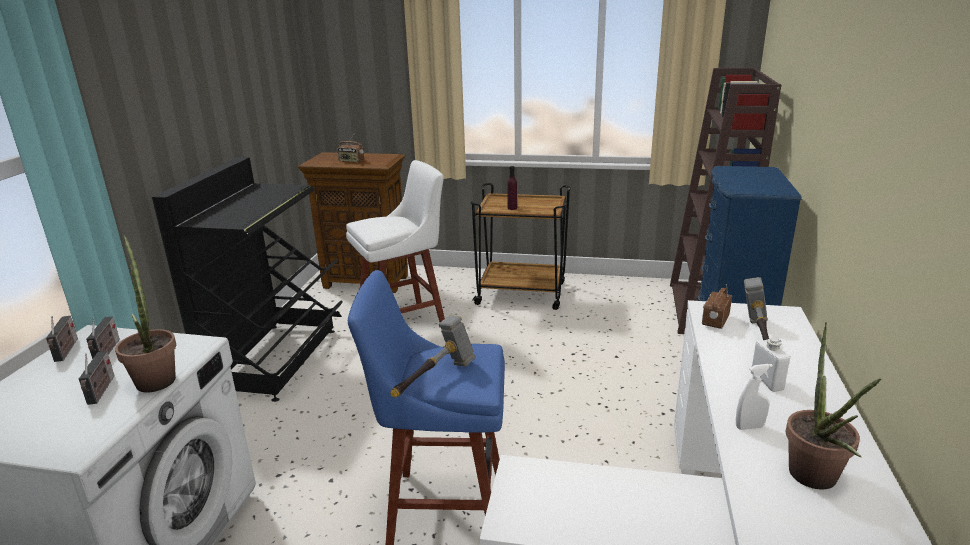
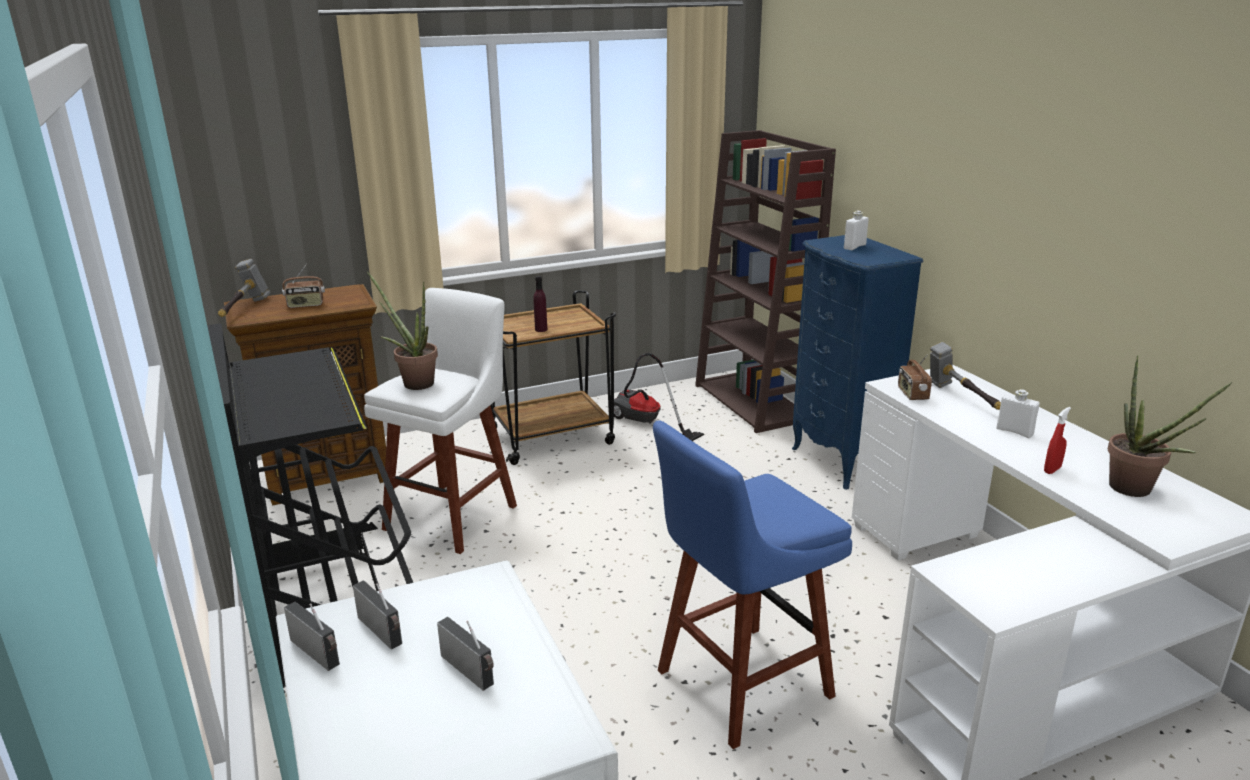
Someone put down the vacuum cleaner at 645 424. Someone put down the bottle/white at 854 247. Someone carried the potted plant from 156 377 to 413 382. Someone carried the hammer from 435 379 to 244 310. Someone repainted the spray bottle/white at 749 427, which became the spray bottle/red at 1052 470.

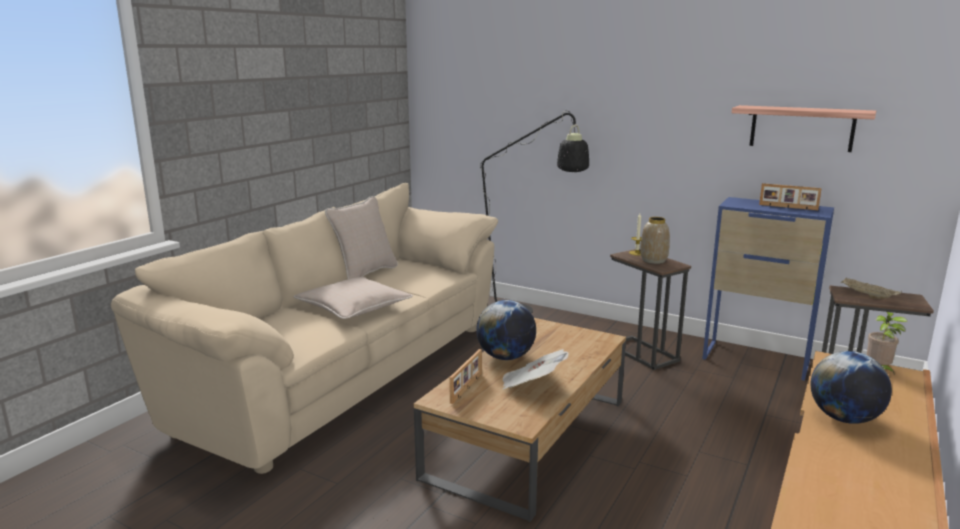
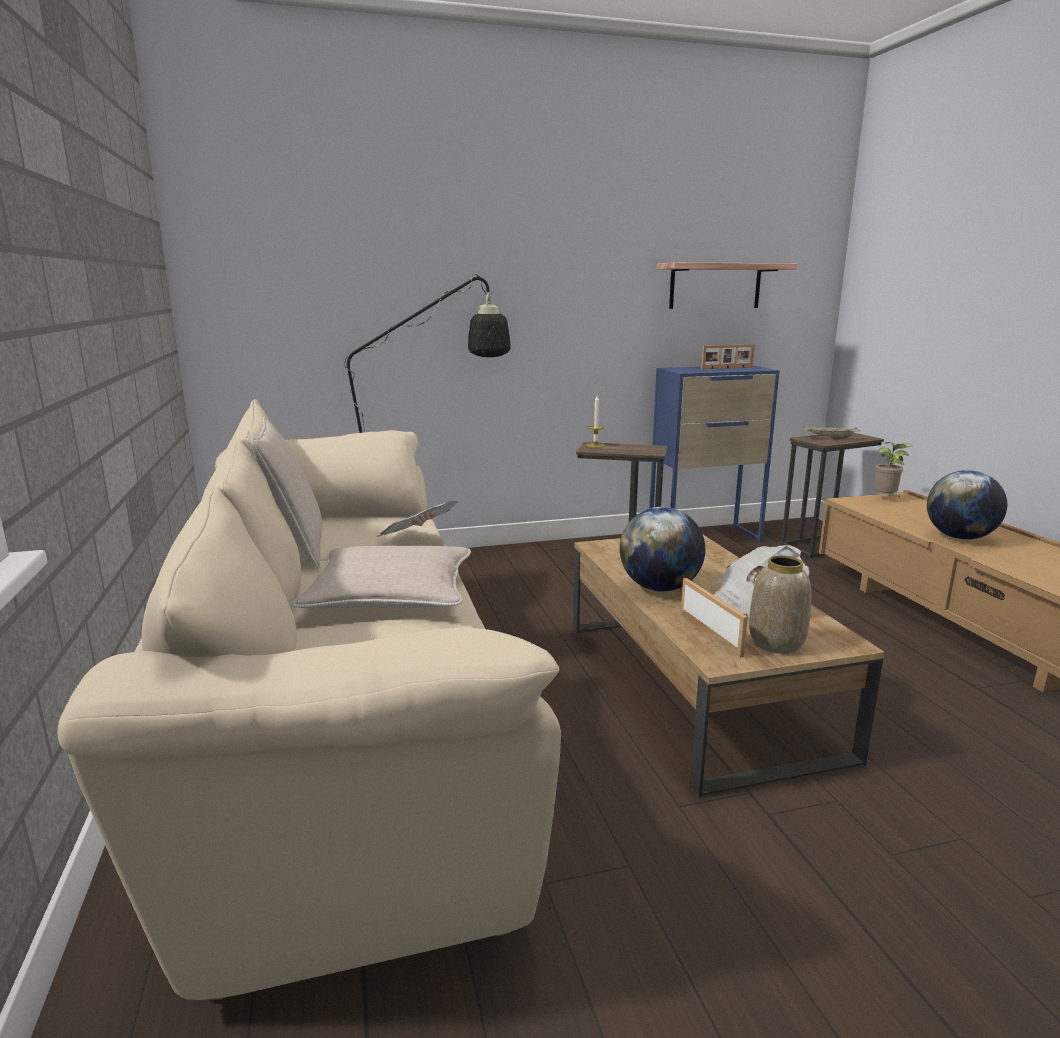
Someone put down the newspaper at 418 540. Someone carried the vase from 653 260 to 776 644.

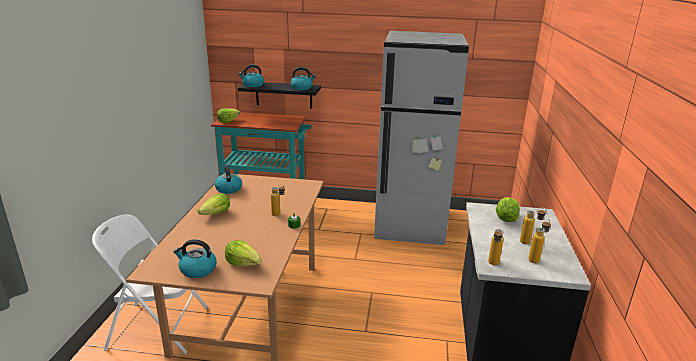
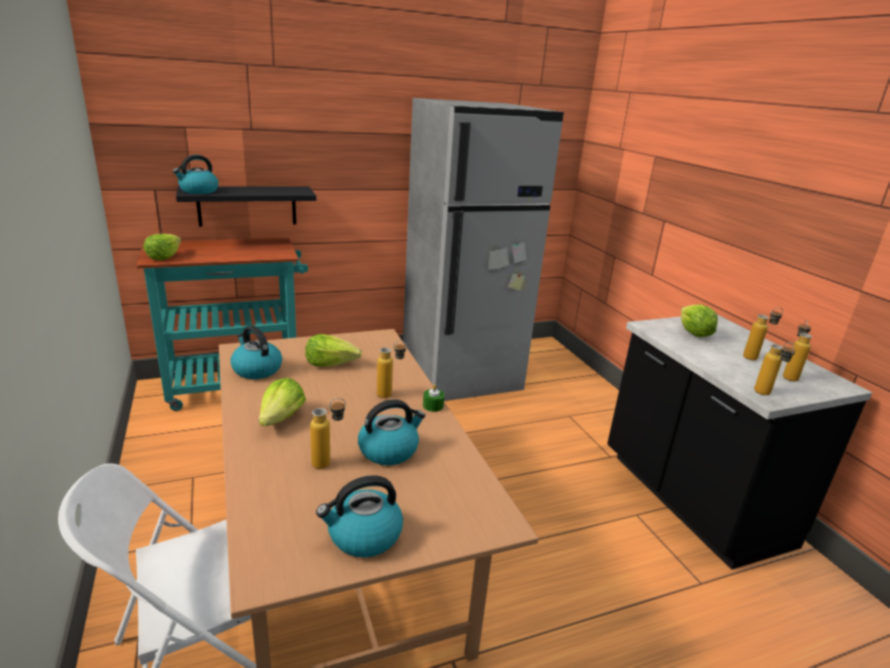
Someone put down the bottle at 329 463. Someone carried the lettuce from 243 263 to 331 363. Someone carried the kettle from 302 88 to 389 450.

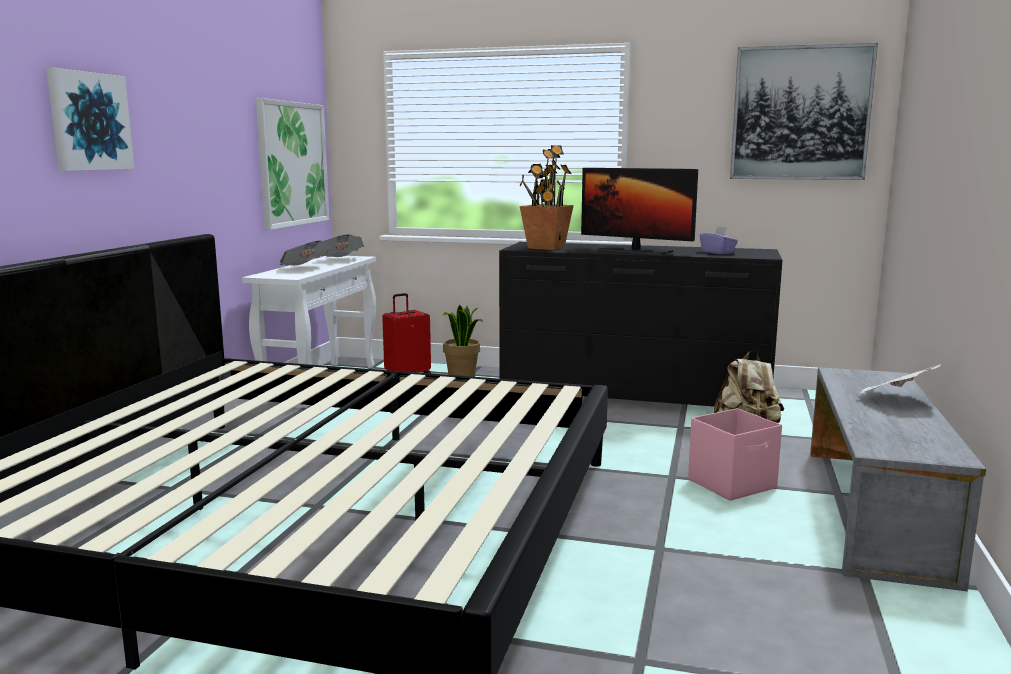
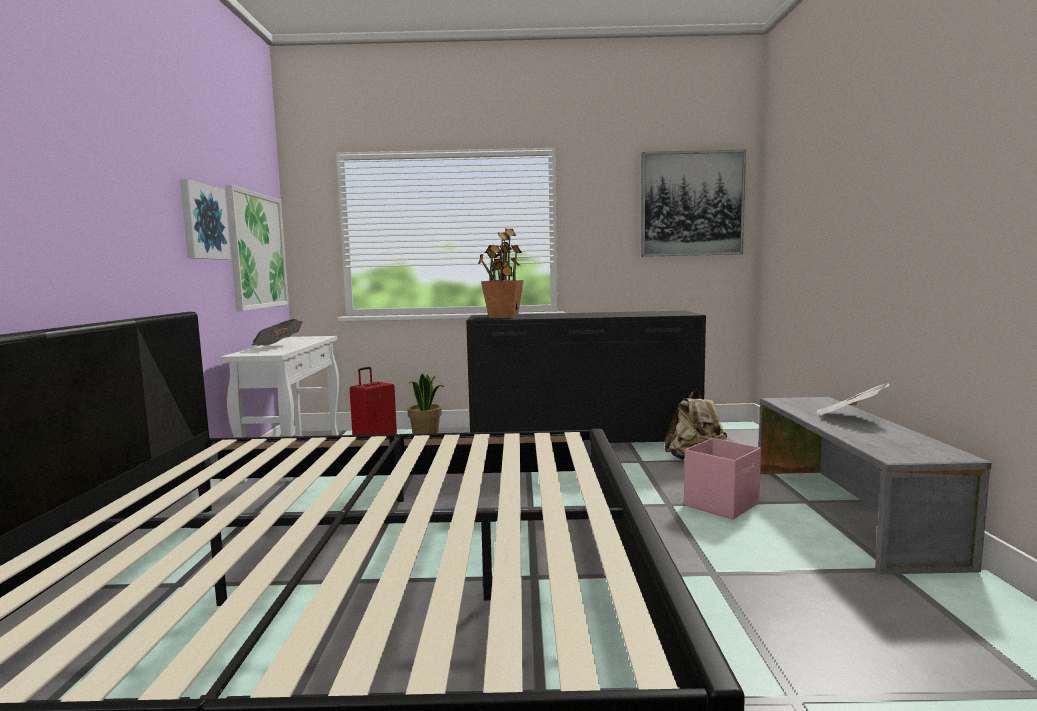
Someone took away the newspaper at 341 259. Someone took away the monitor at 635 251. Someone took away the tissue box/purple at 717 252. Someone carried the picture from 89 121 to 203 222.

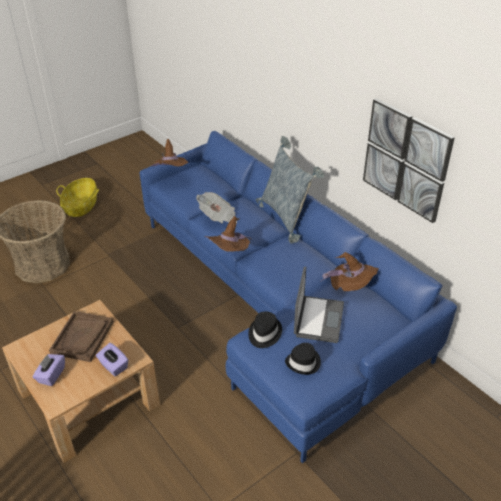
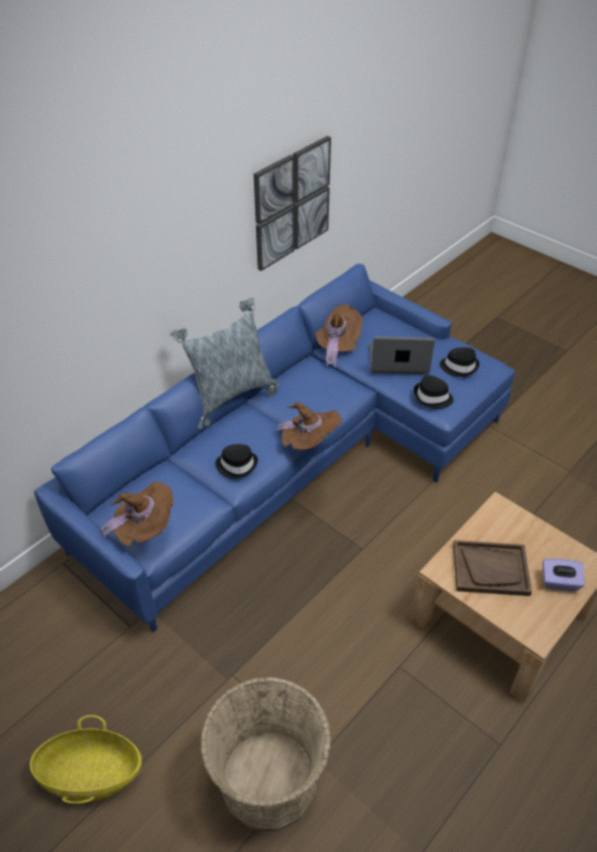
Someone took away the tissue box/purple at 113 366. Someone swapped the newspaper at 218 217 for the hat/black at 237 465.

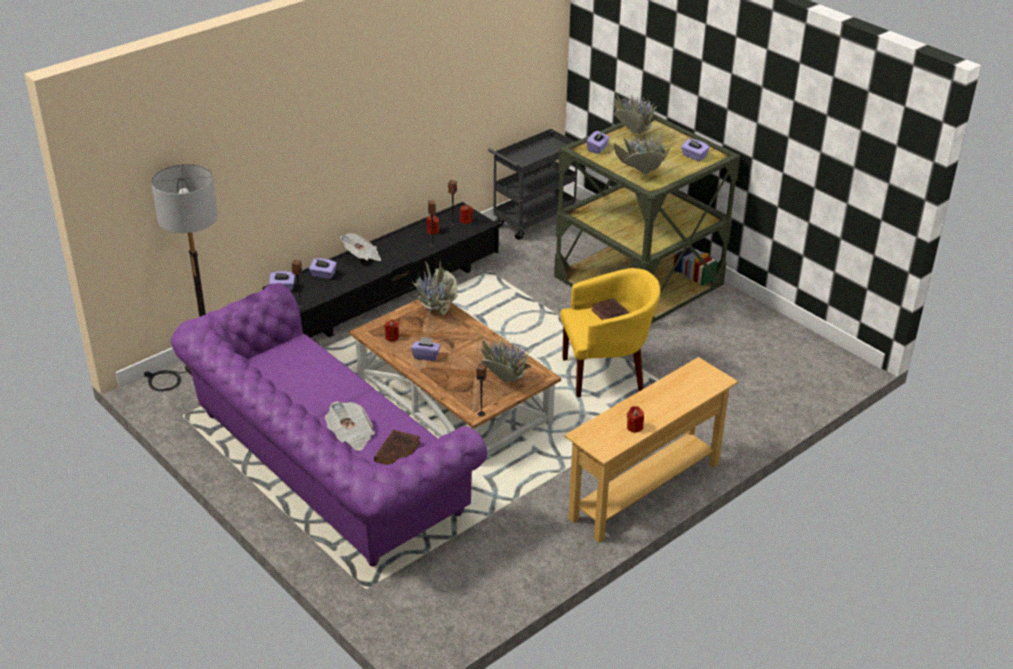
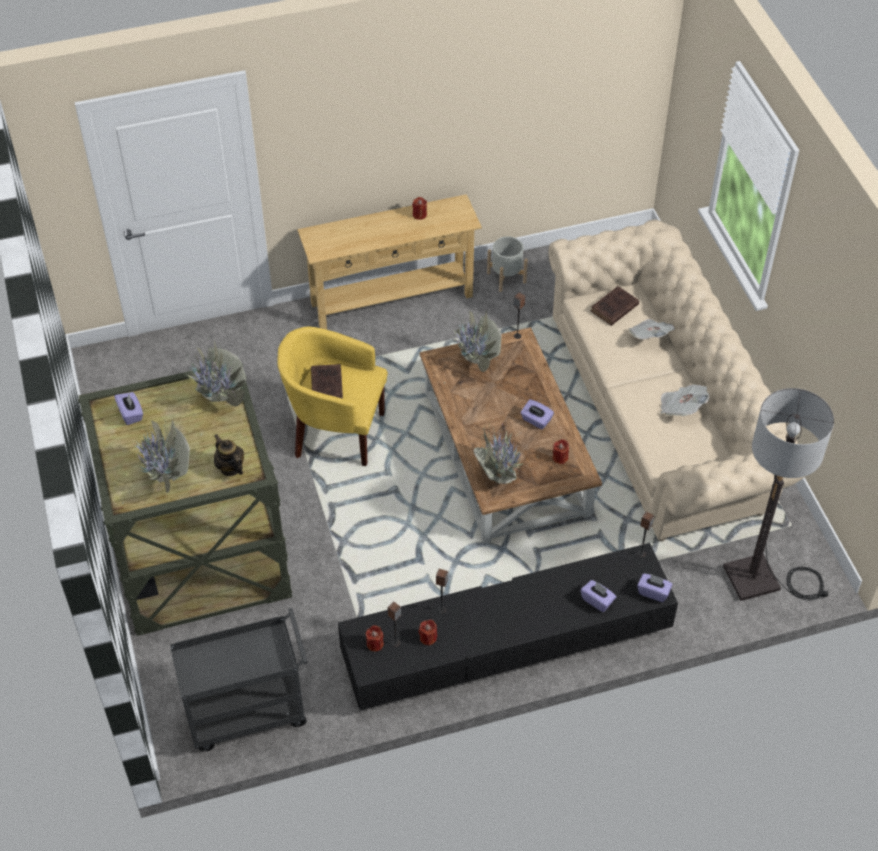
Someone put down the planter/grey at 506 277. Someone carried the newspaper from 362 257 to 681 408. Someone swapped the tissue box/purple at 597 148 for the teapot at 230 468. Someone repainted the sofa/purple at 324 466, which became the sofa/beige at 662 416.

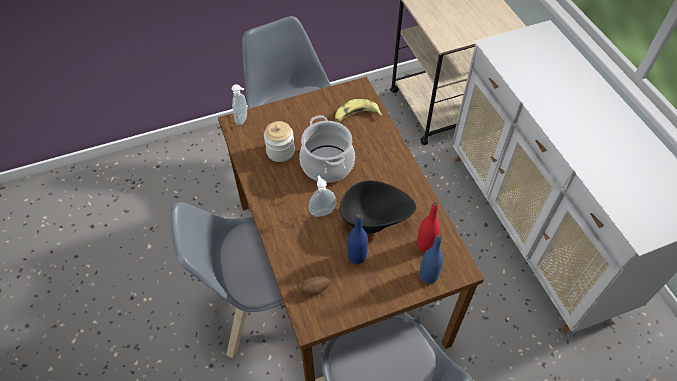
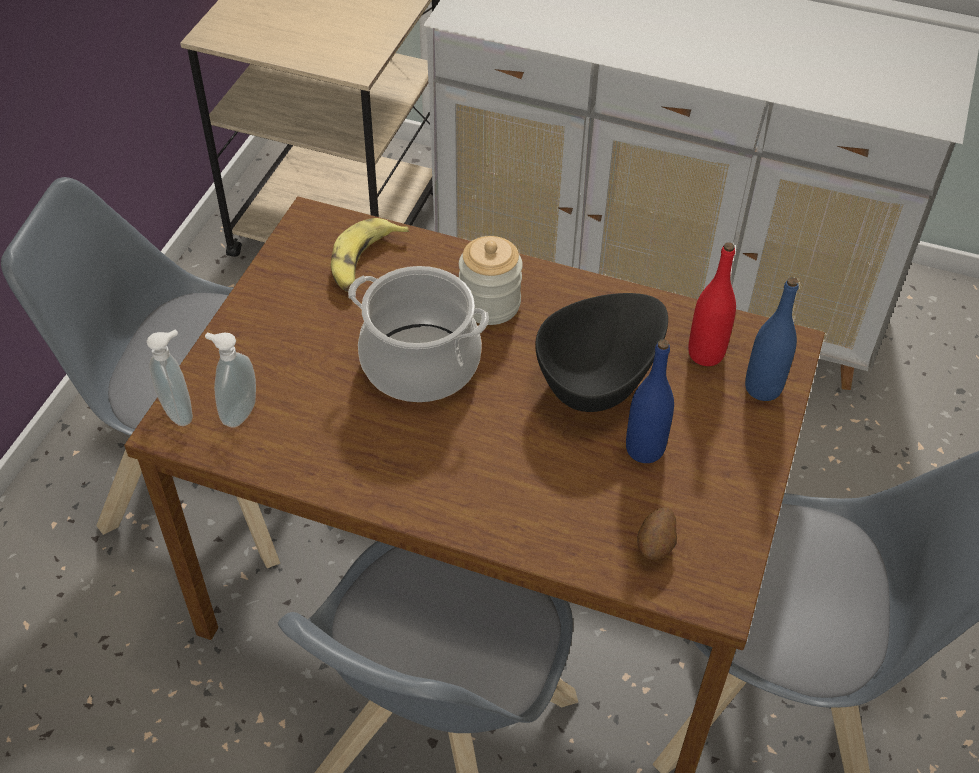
Someone carried the jar from 280 151 to 489 304. Someone carried the soap dispenser from 322 211 to 238 412.

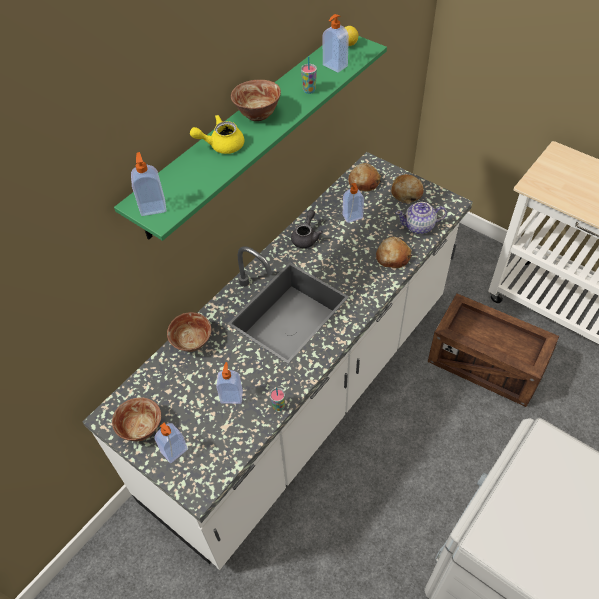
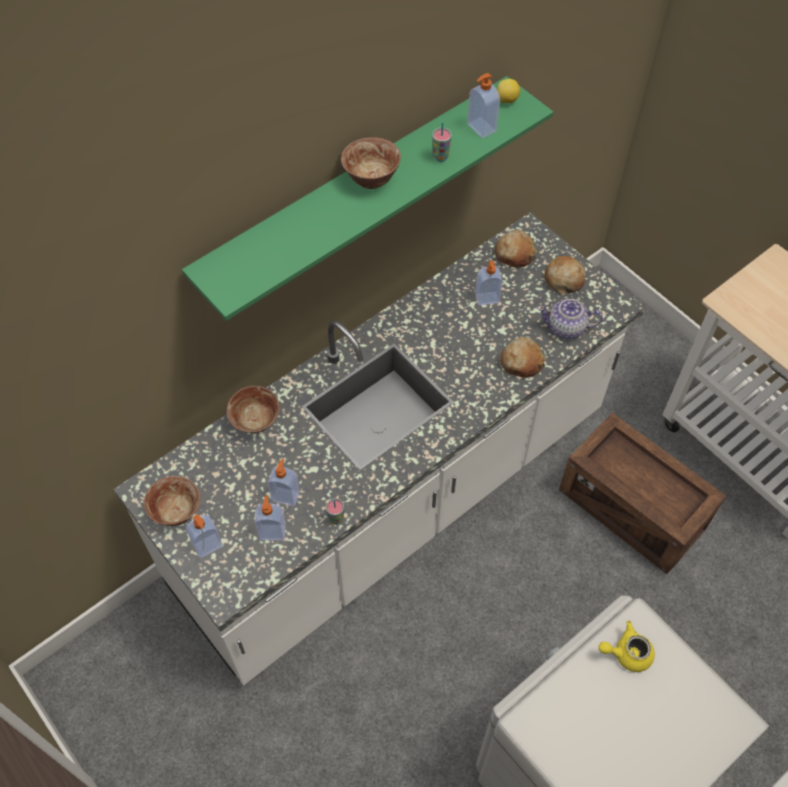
Someone took away the teapot/grey at 306 237. Someone carried the soap dispenser from 153 207 to 272 531. Someone carried the teapot/yellow from 221 145 to 626 653.

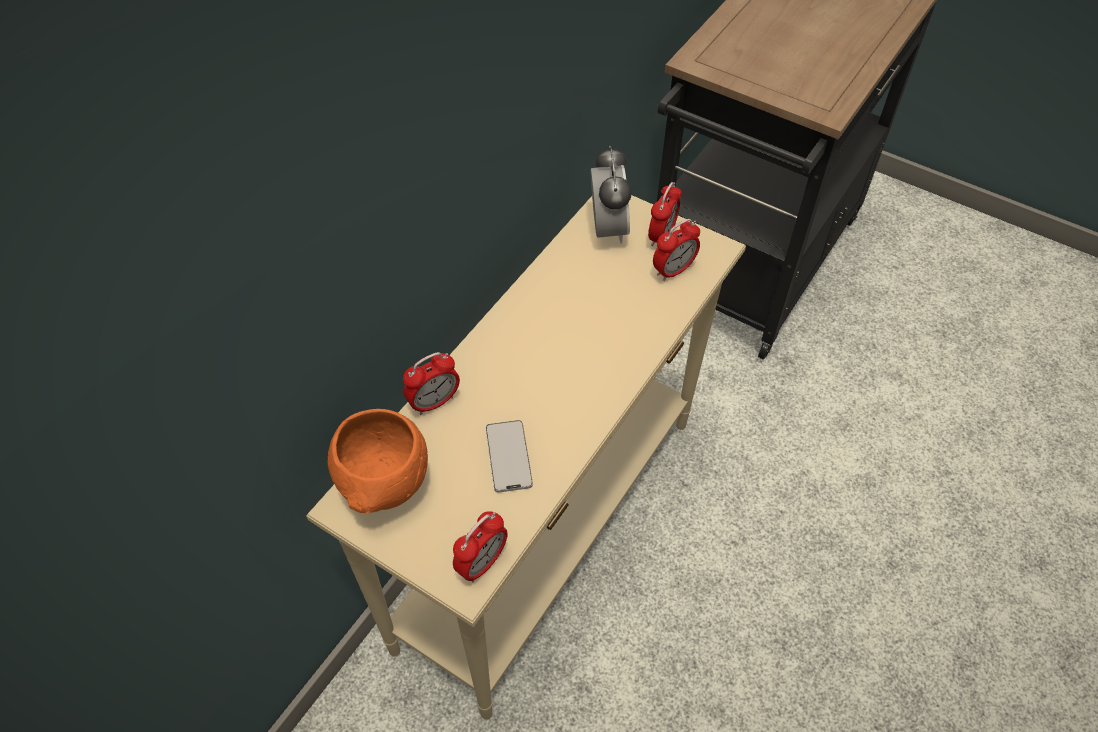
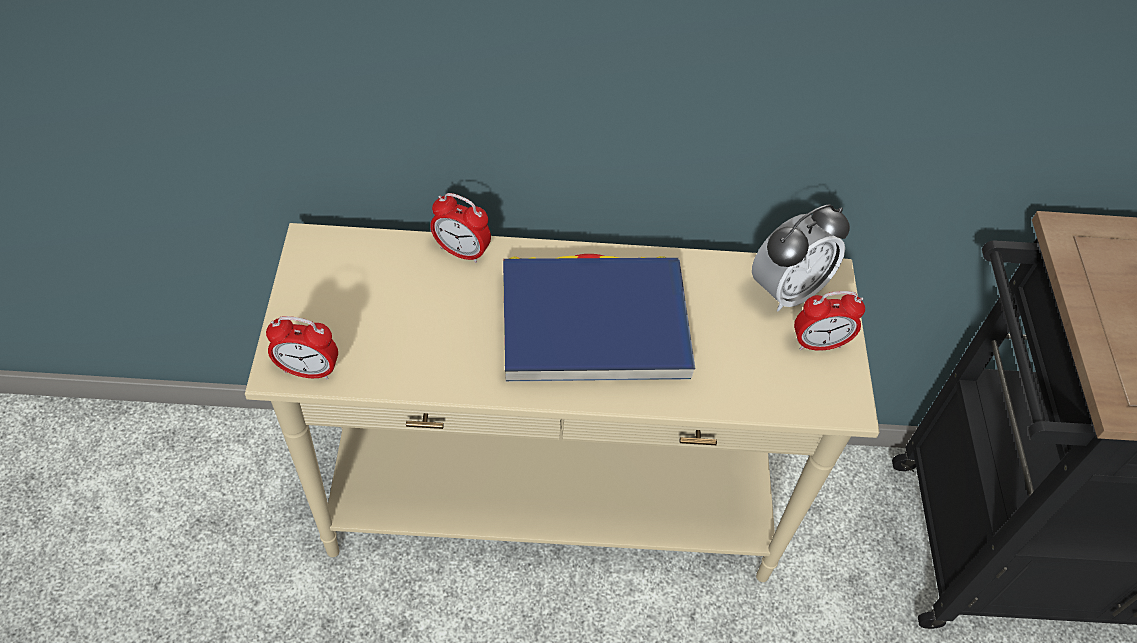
Someone took away the bowl/orange at 384 487. Someone took away the phone at 508 457. Someone took away the alarm clock at 673 270. Someone put down the book/blue at 594 324.

